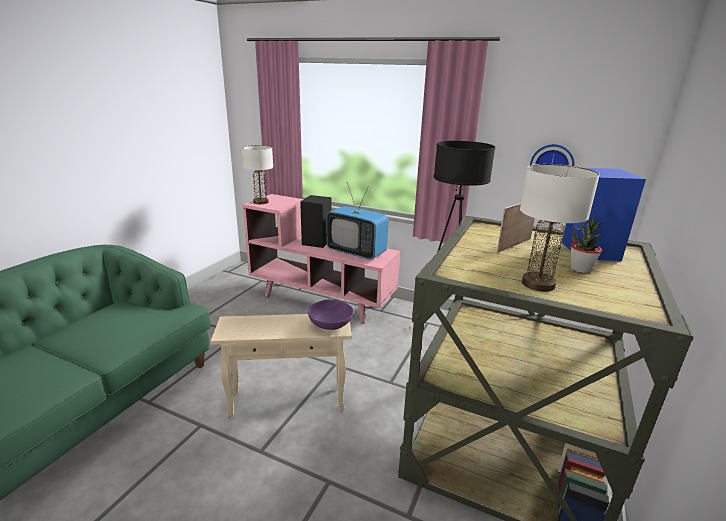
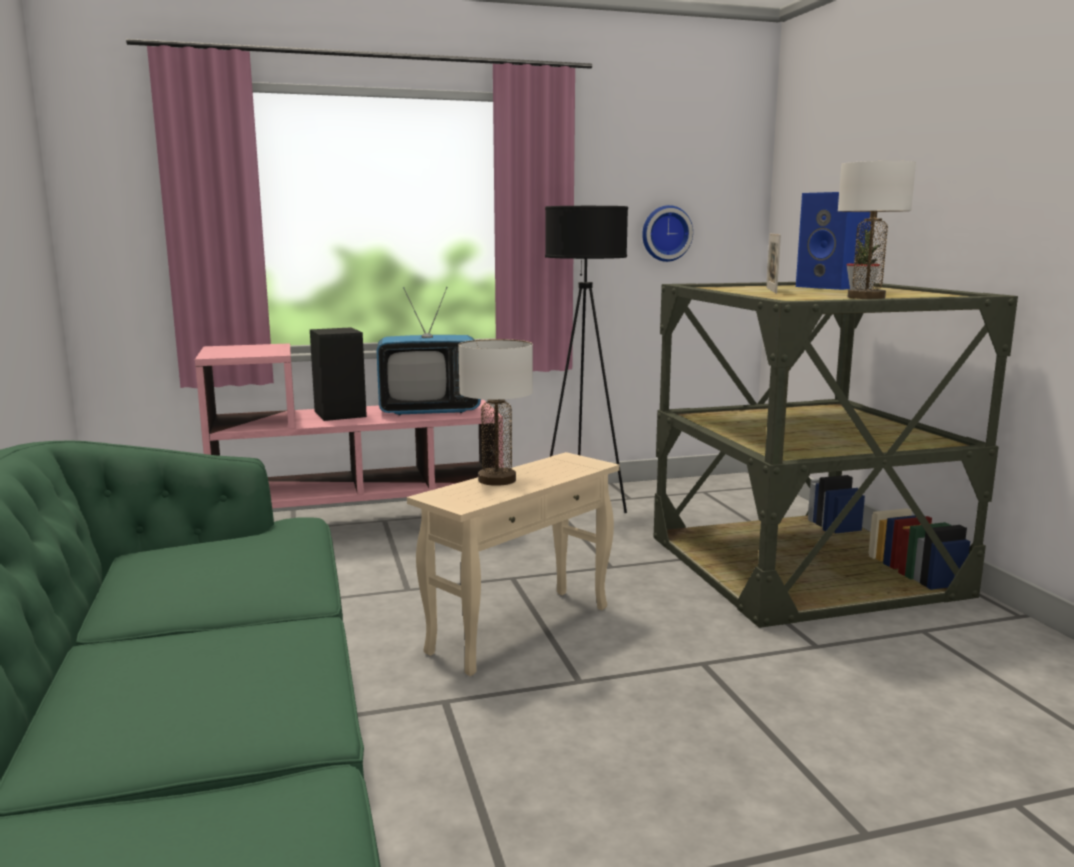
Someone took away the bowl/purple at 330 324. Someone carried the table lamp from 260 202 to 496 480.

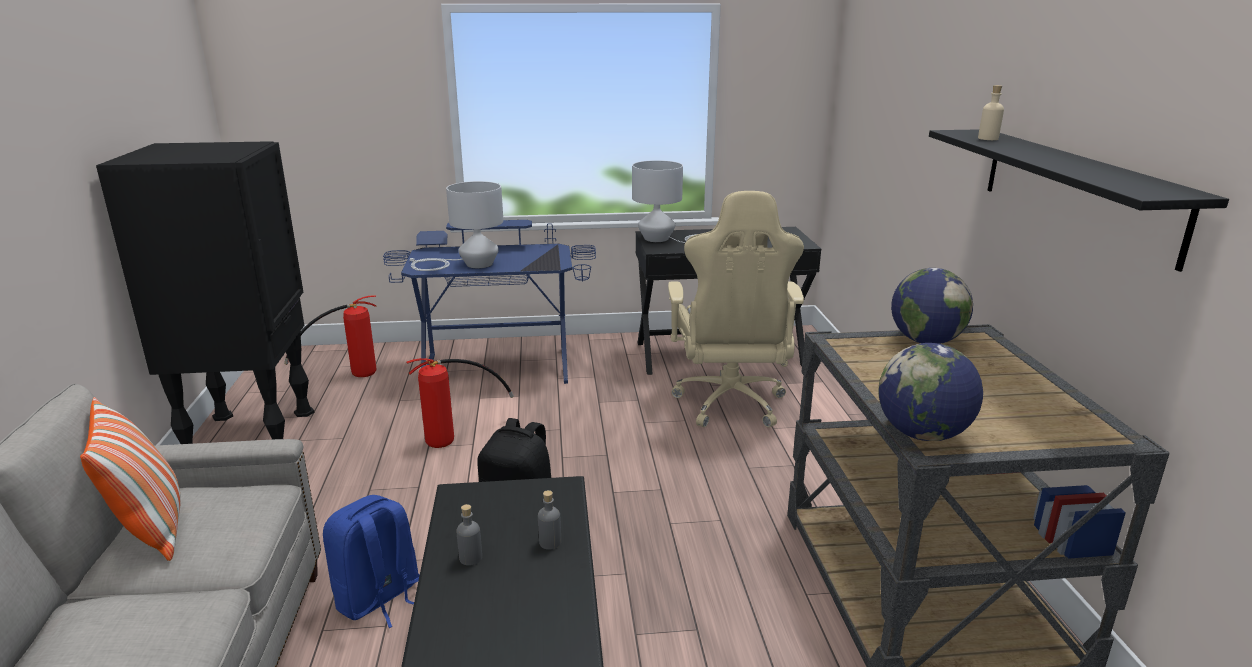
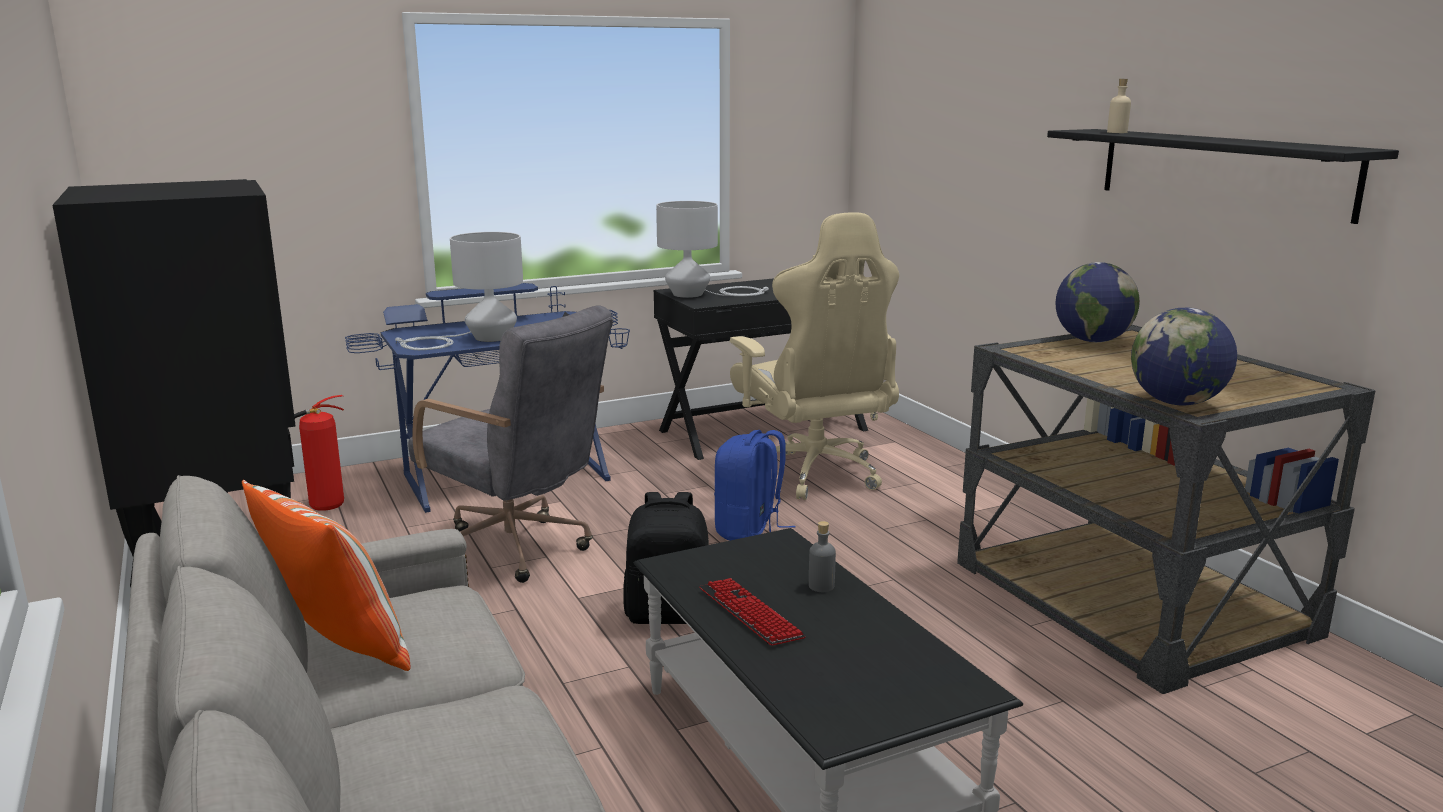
Someone carried the backpack/blue from 379 599 to 750 531. Someone swapped the fire extinguisher at 456 437 for the office chair/grey at 518 553. Someone swapped the bottle/grey at 470 558 for the keyboard at 750 614.

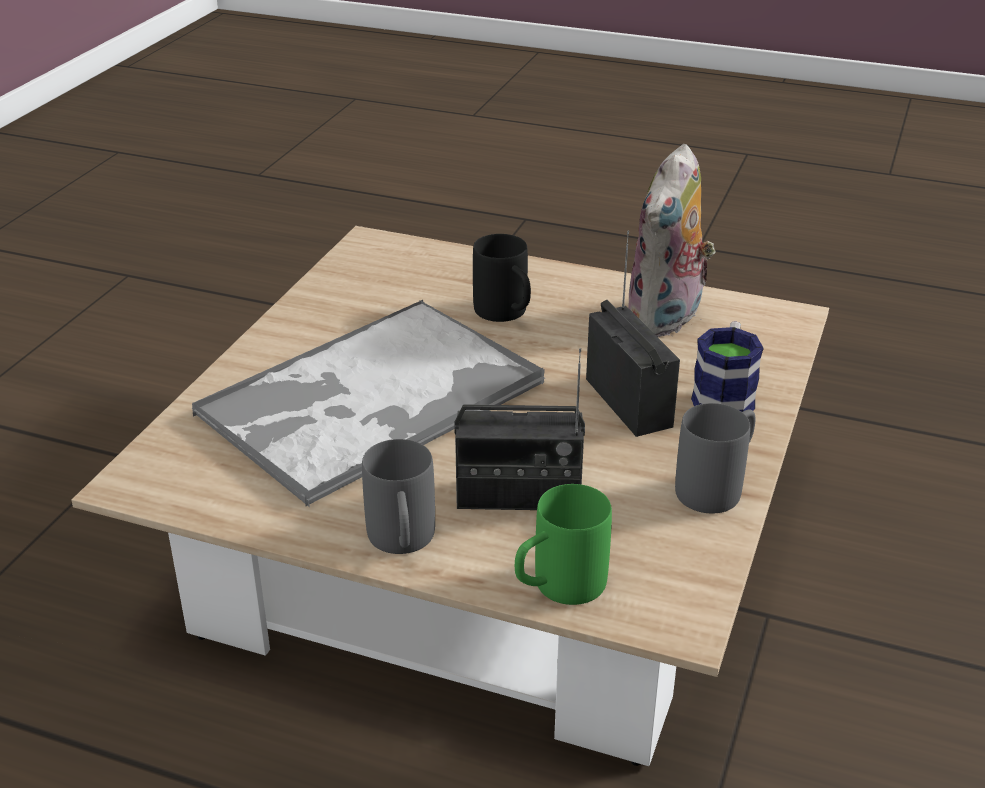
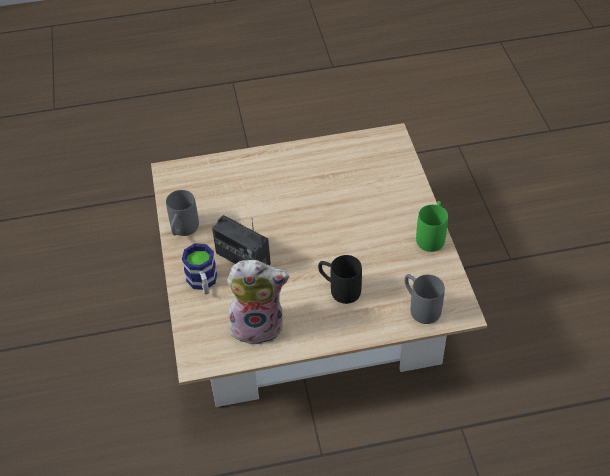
Someone took away the tray at 369 401. Someone took away the radio at 518 496. Someone carried the mug/grey from 402 543 to 420 307. Someone carried the mug/green from 557 588 to 432 236. Someone rotated the plush toy at 666 320 by 90 degrees clockwise.

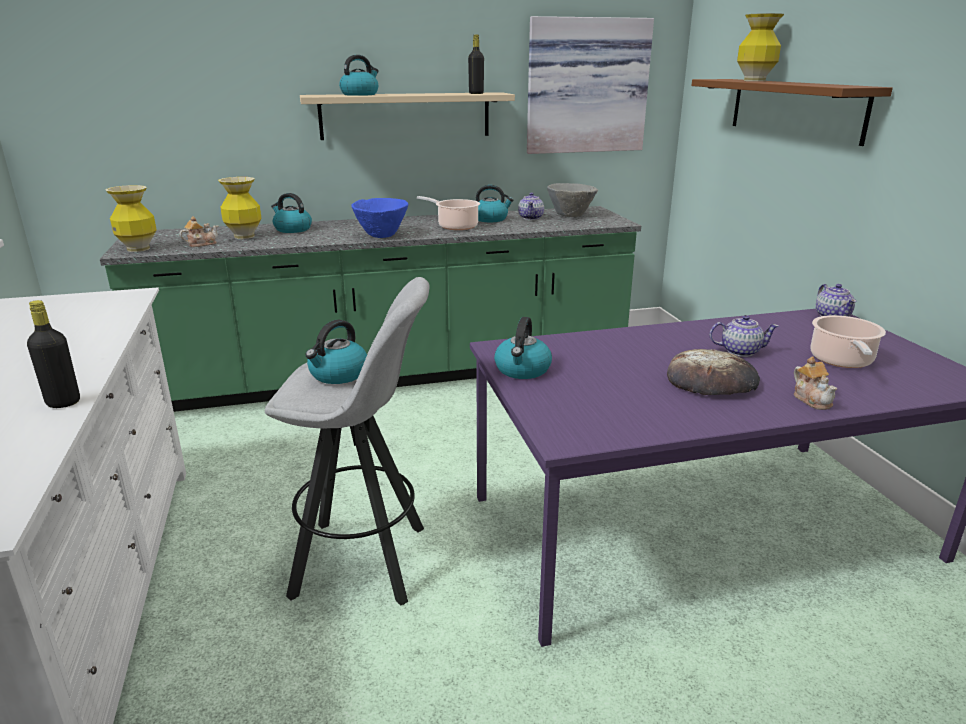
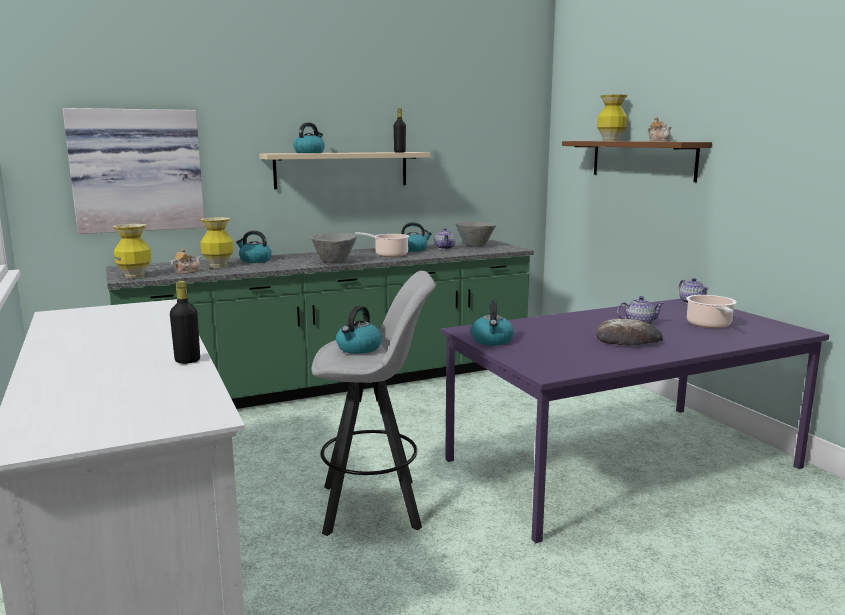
Someone carried the picture from 586 86 to 137 170. Someone carried the teapot from 812 399 to 659 141. Someone repainted the bowl/blue at 381 235, which became the bowl/grey at 334 262.

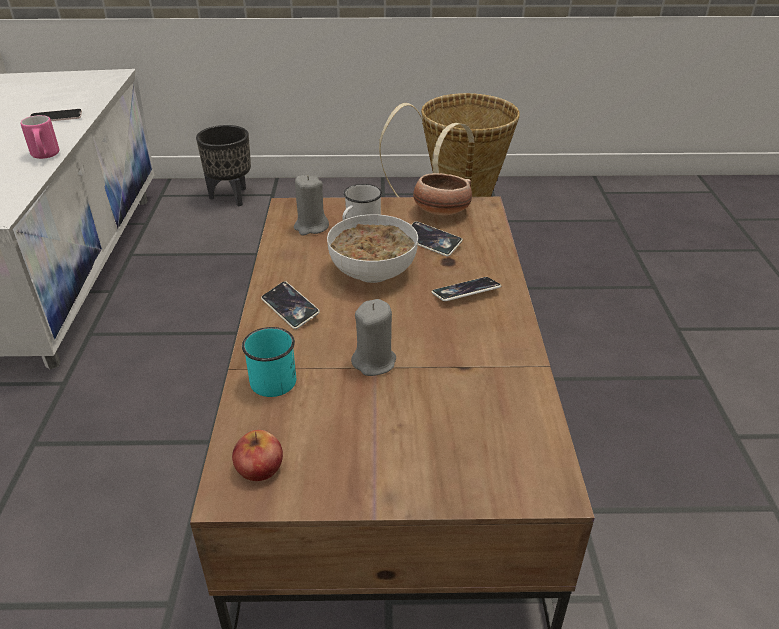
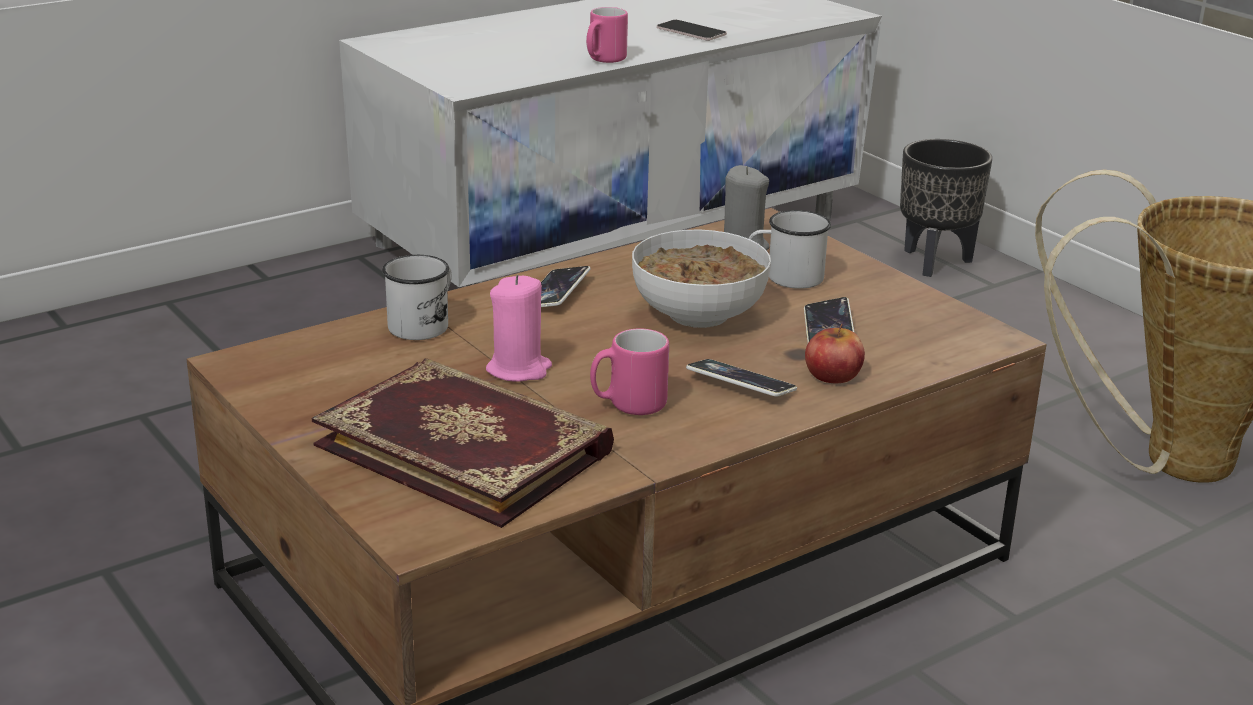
Someone took away the bowl at 441 212. Someone put down the book at 466 447. Someone put down the mug/pink at 628 405. Someone carried the apple from 259 467 to 833 374. Someone repainted the mug/turquoise at 270 376, which became the mug/white at 424 323. Someone repainted the candle/grey at 374 362, which became the candle/pink at 519 369.

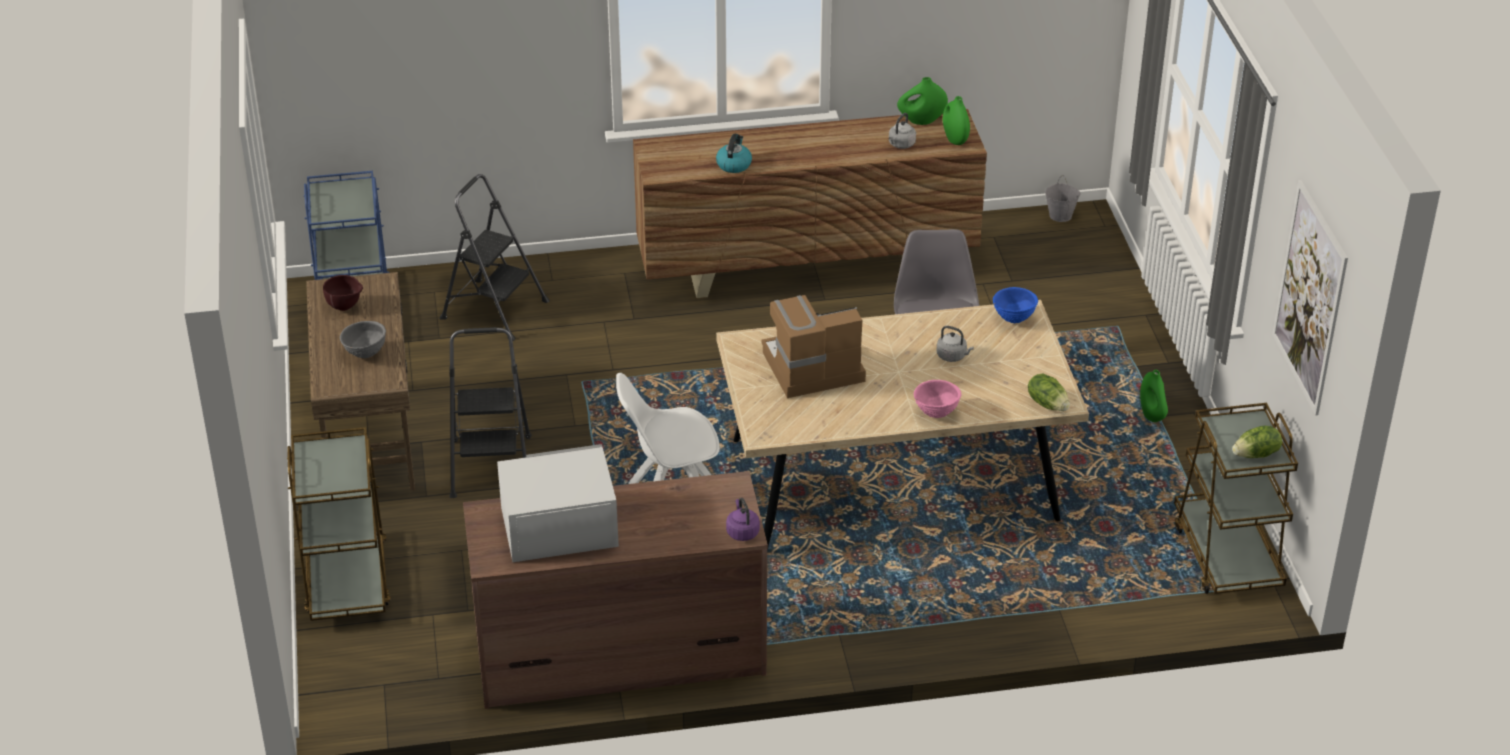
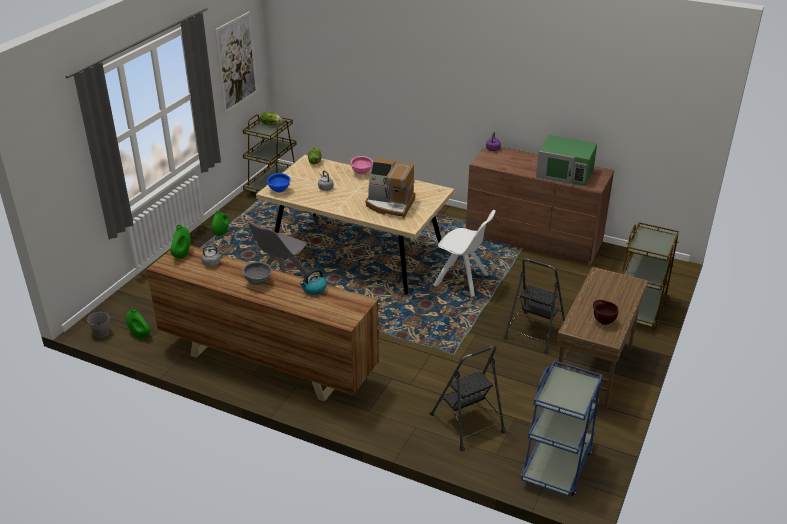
Someone carried the bowl/grey from 365 354 to 258 283. Someone carried the vase/green from 921 121 to 140 335. Someone repainted the microwave/white at 558 526, which became the microwave/green at 565 173.

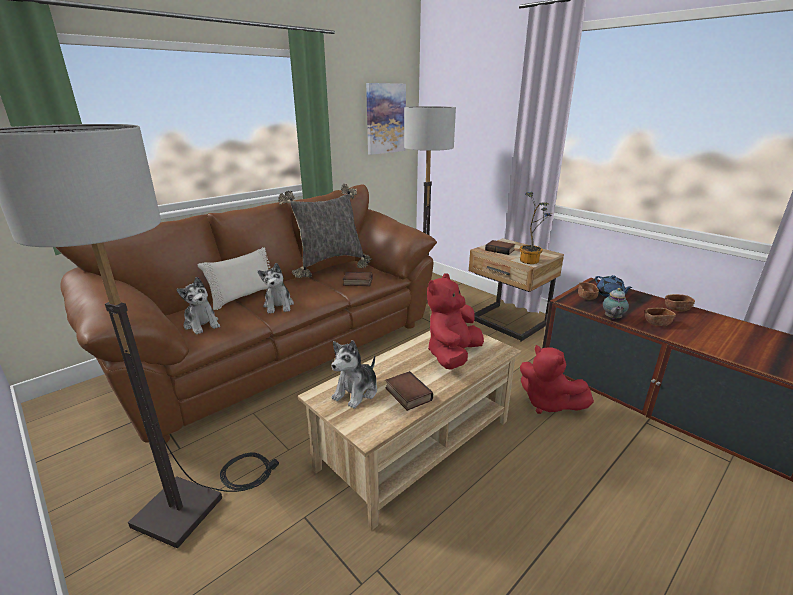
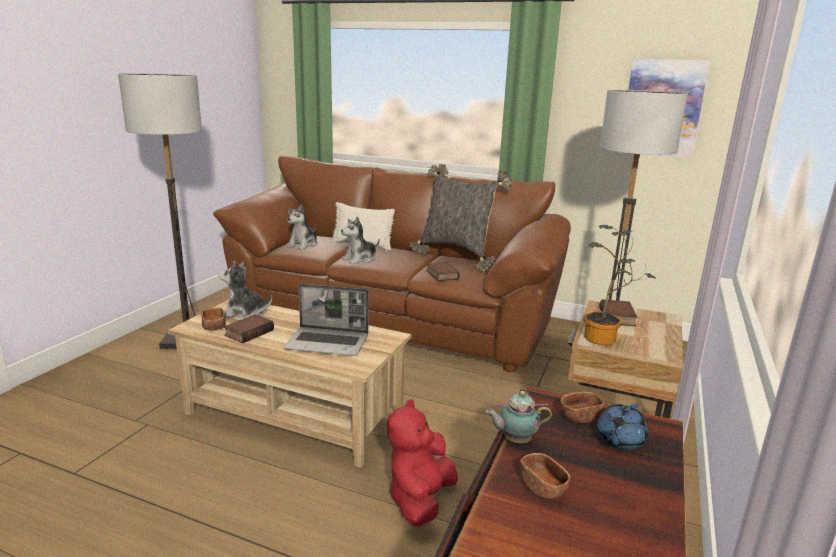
Someone carried the bowl/brown from 677 308 to 214 327. Someone swapped the plush toy/red at 452 355 for the laptop at 328 343.

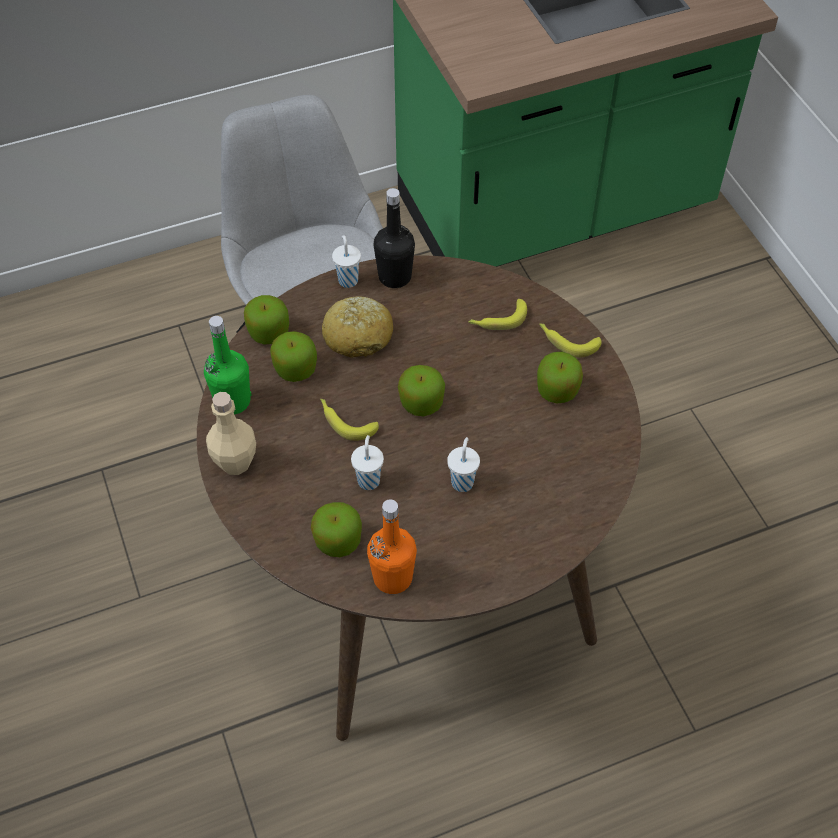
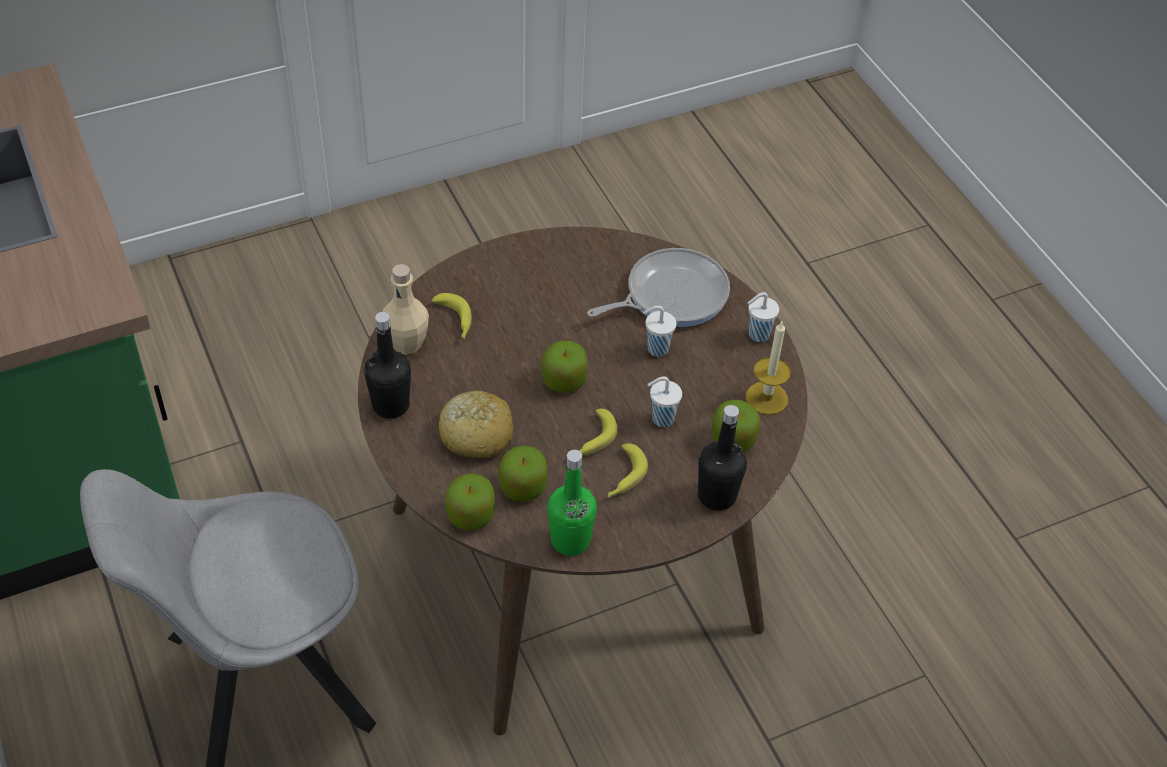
Someone took away the apple at 557 390. Someone put down the frying pan at 671 295. Someone put down the bottle/black at 717 496. Someone carried the bottle/beige from 235 462 to 407 343. Someone carried the cup/white from 348 279 to 757 335. Someone carried the banana from 567 341 to 623 477. Someone swapped the bottle/orange at 392 577 for the candle at 766 398.

